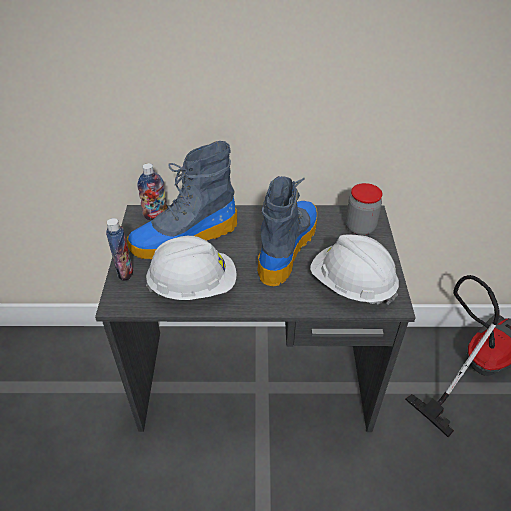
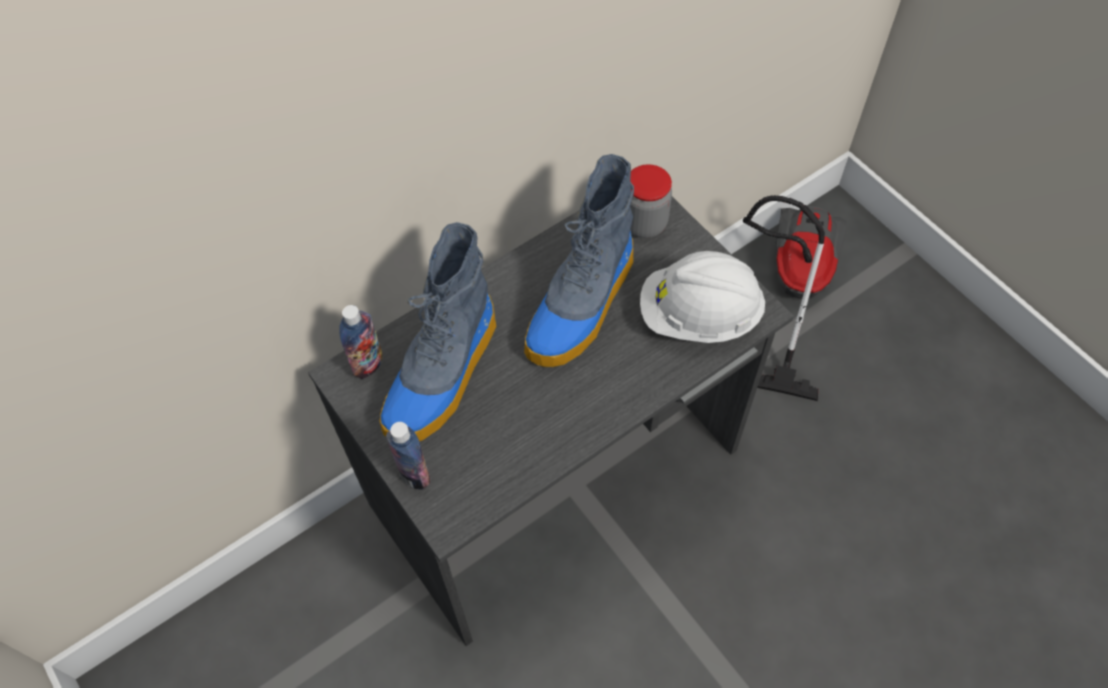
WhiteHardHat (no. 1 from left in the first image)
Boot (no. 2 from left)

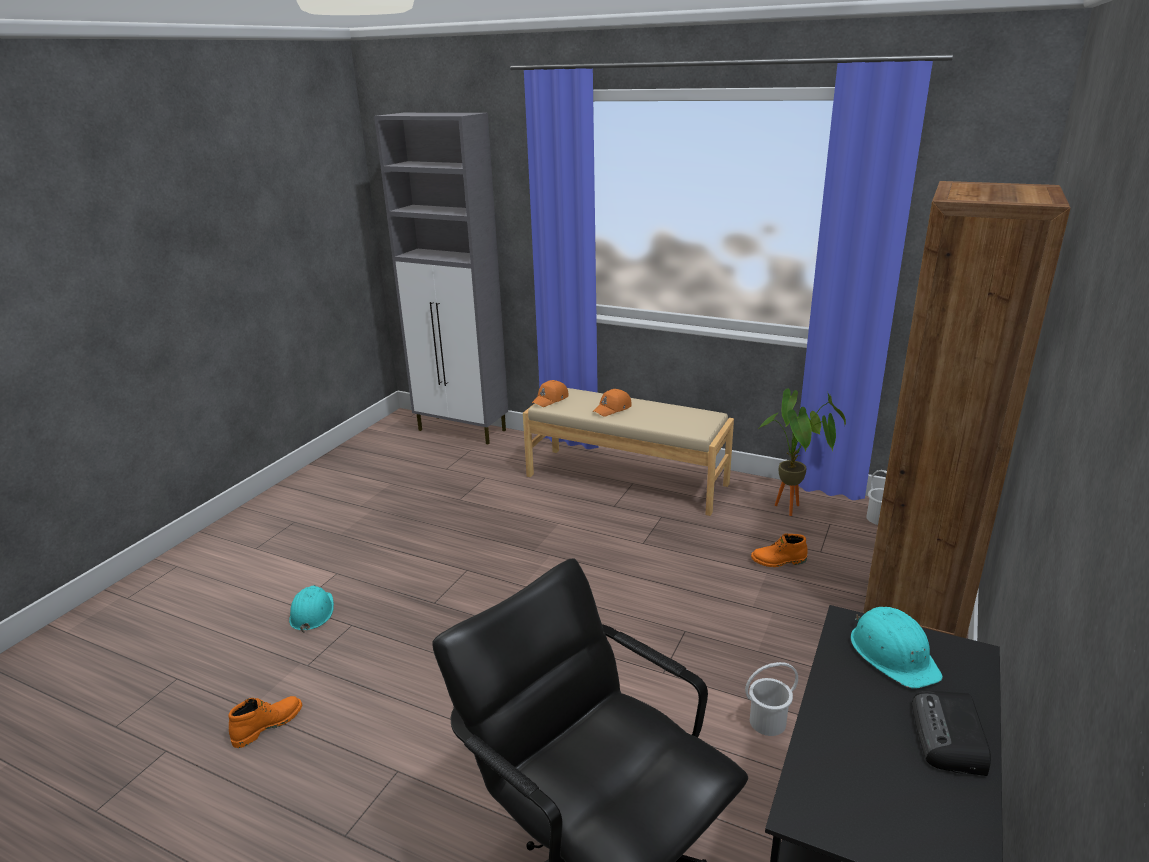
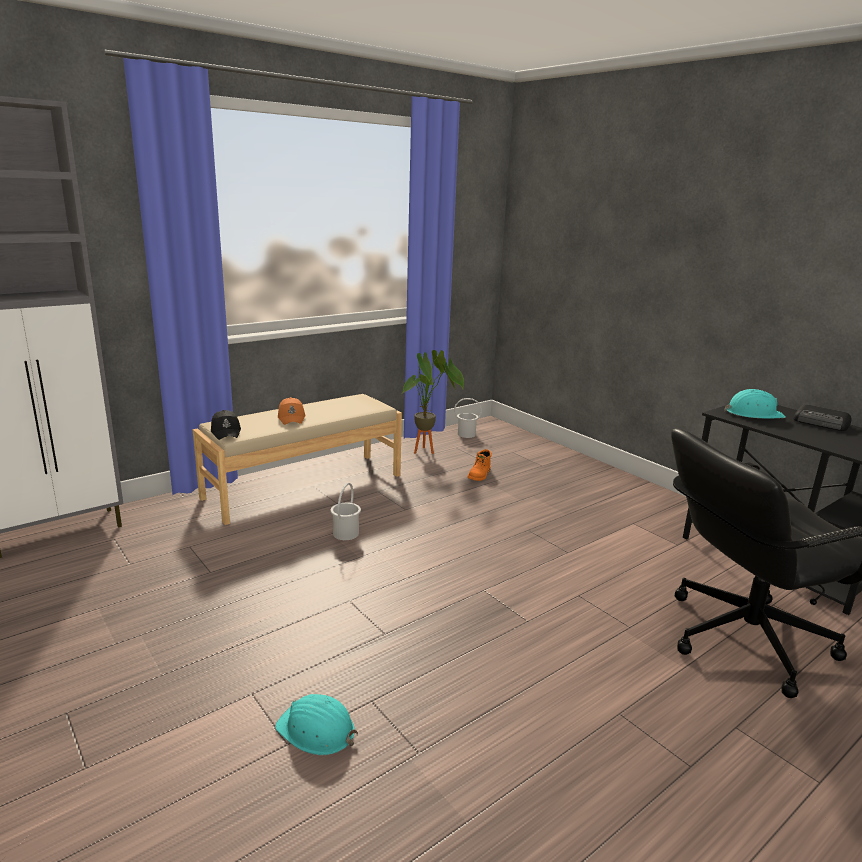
OrangeBoot (no. 1 from left in the first image)
BlackCap
WhiteBucket (no. 1 from left)
BrownBookcase

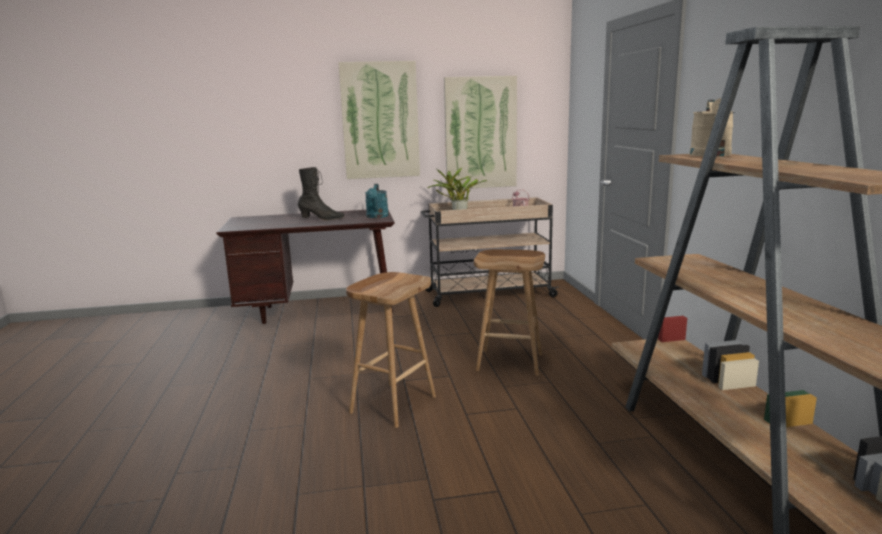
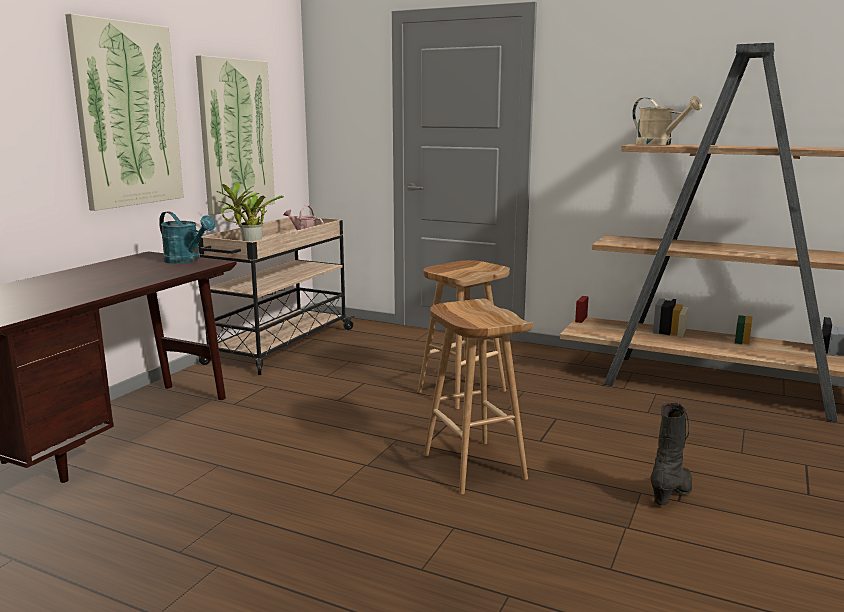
BlackBoot

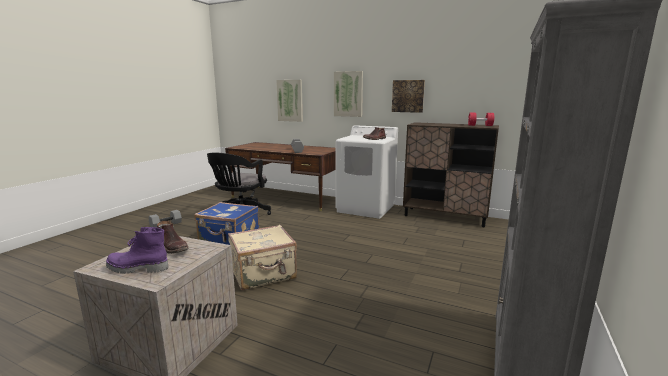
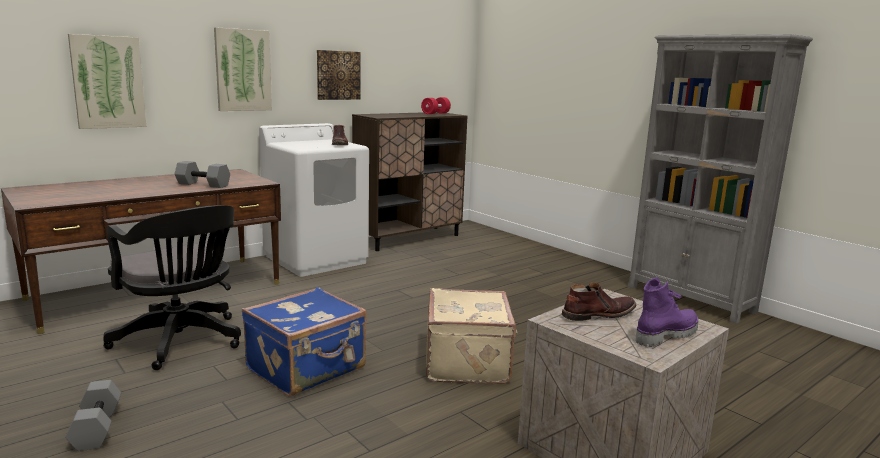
PurpleBoot

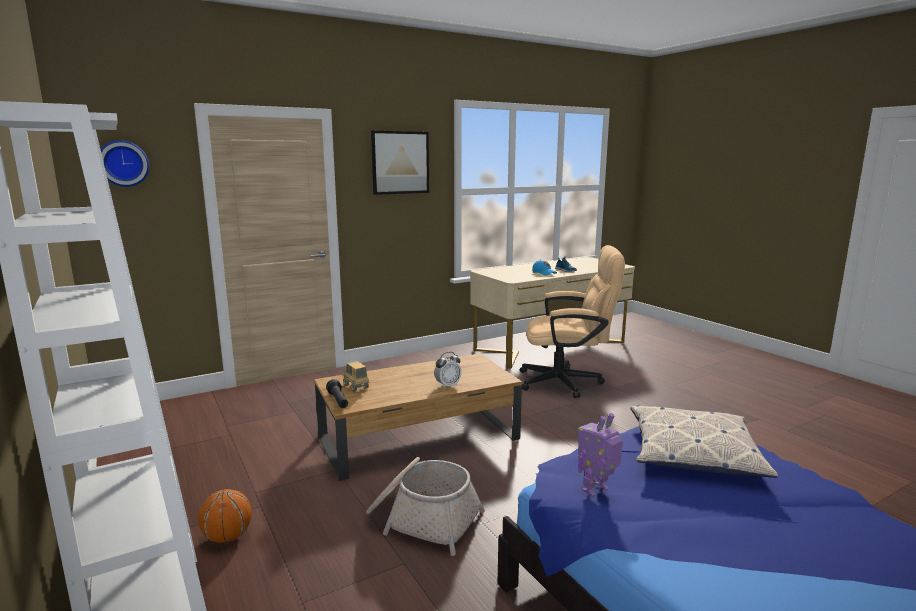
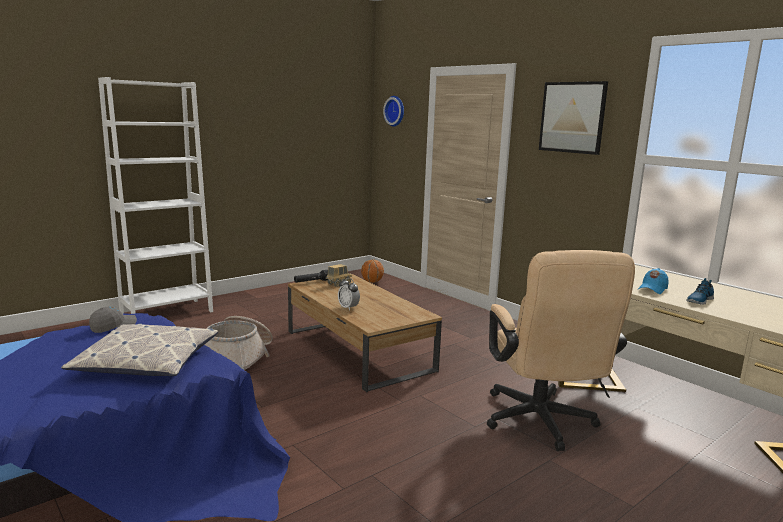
Basketball
GreyCap

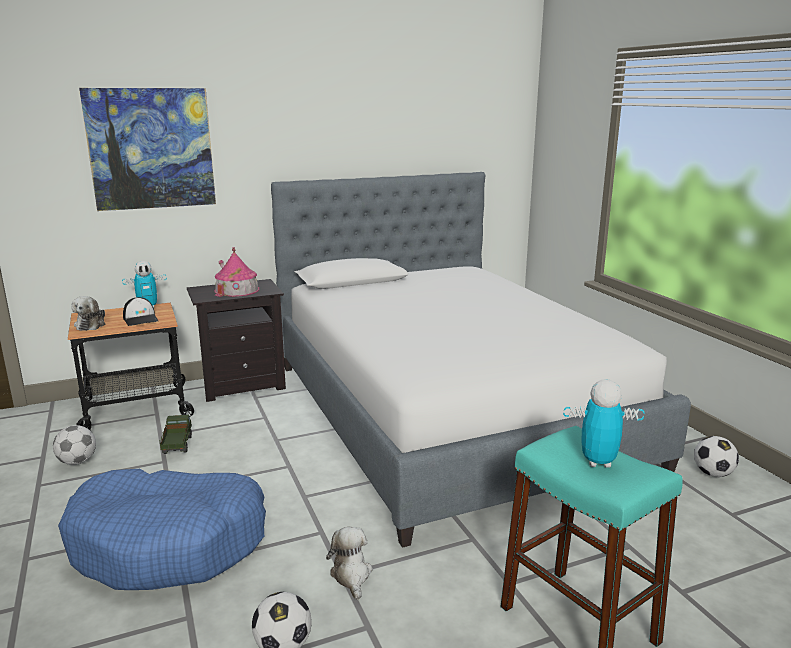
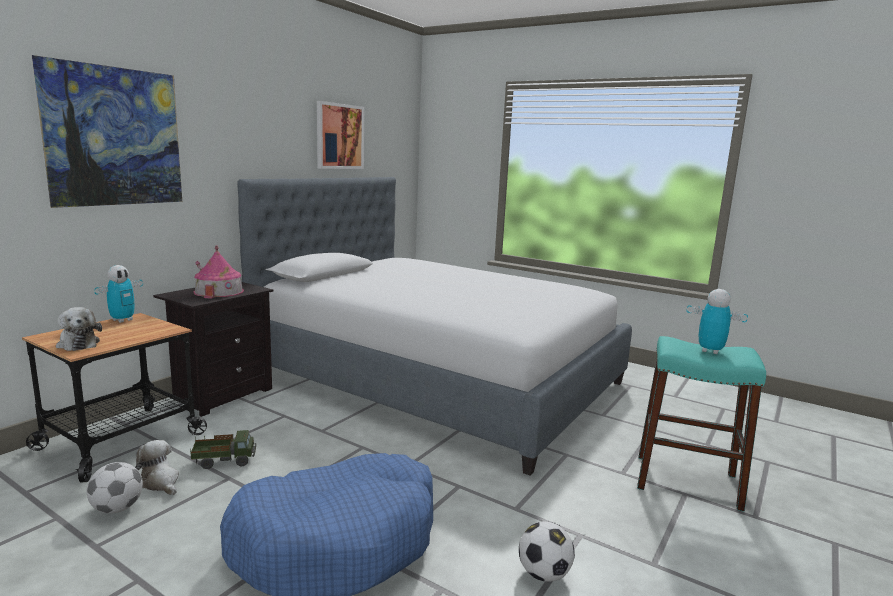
Cap
ToyTruck
PlushToy (no. 2 from left)
ToyRobot (no. 2 from left)
Football (no. 3 from left in the first image)
Picture (no. 2 from left)

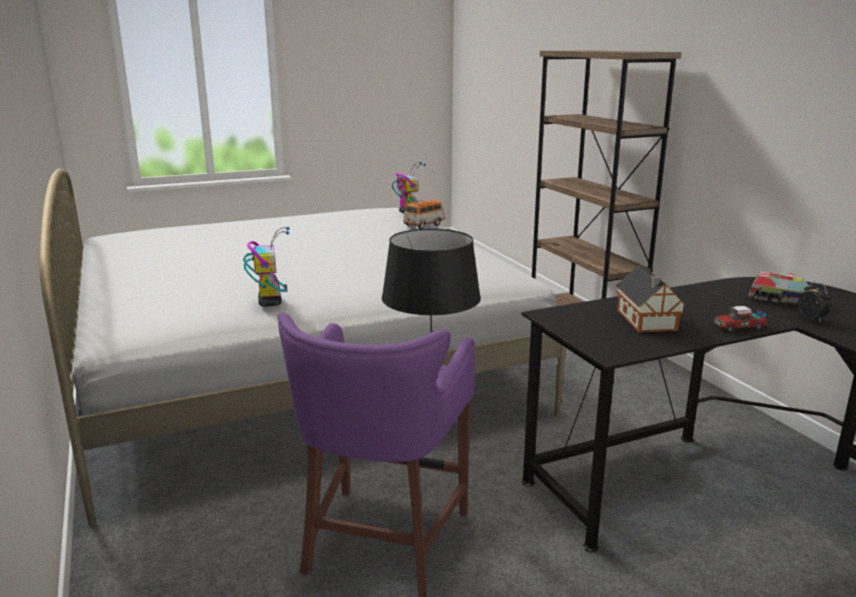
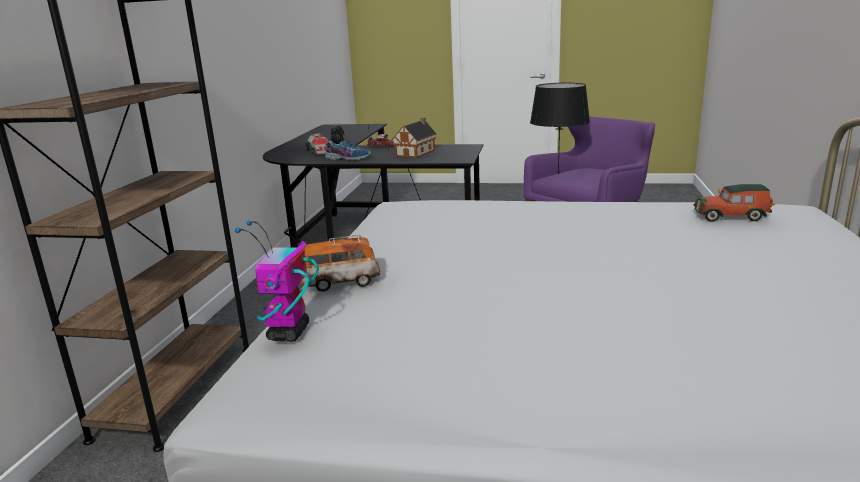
ToyRobot (no. 1 from left in the first image)
Shoe
ToyCar (no. 2 from left)

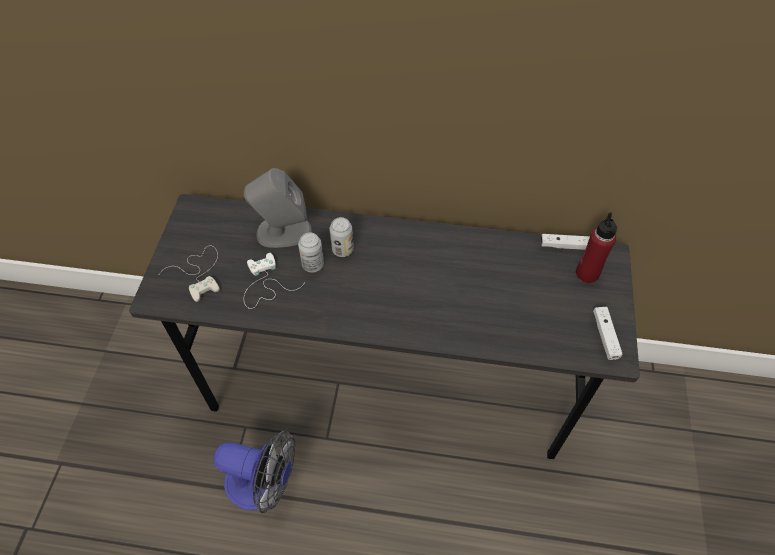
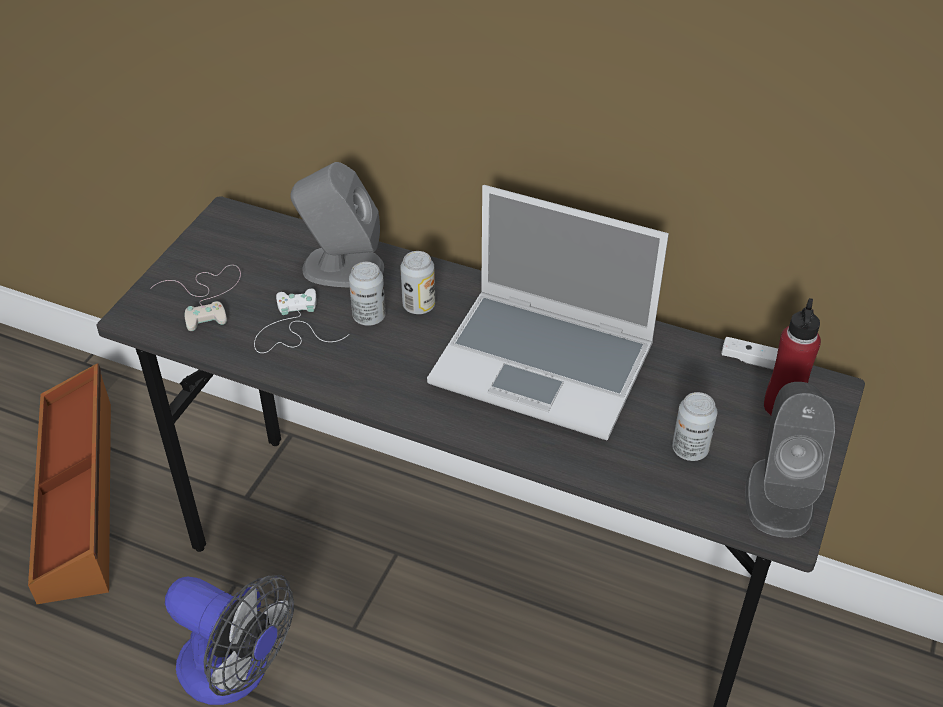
GreySpeaker (no. 2 from left)
BrownStorageBox
Laptop
Can (no. 3 from left)

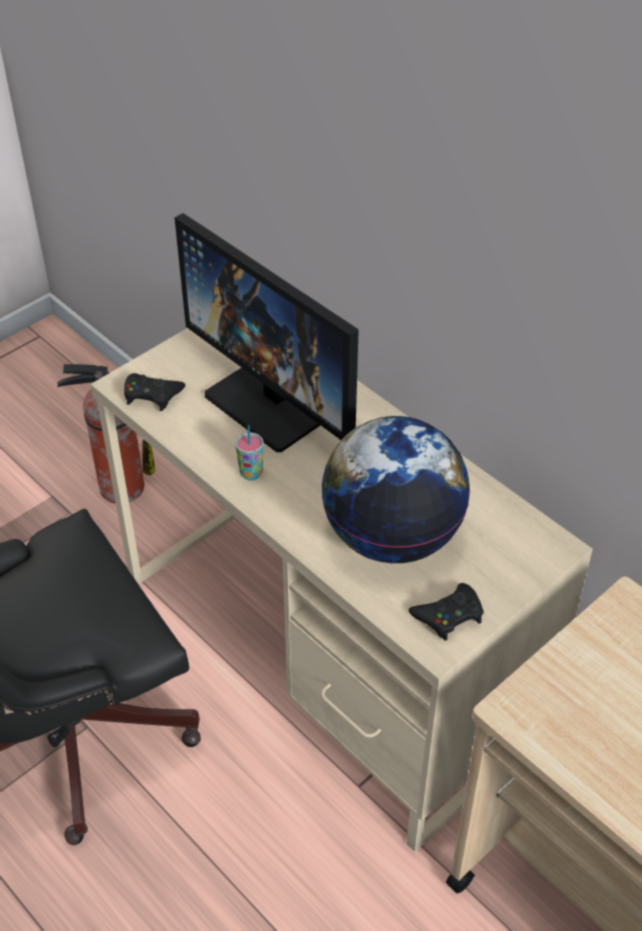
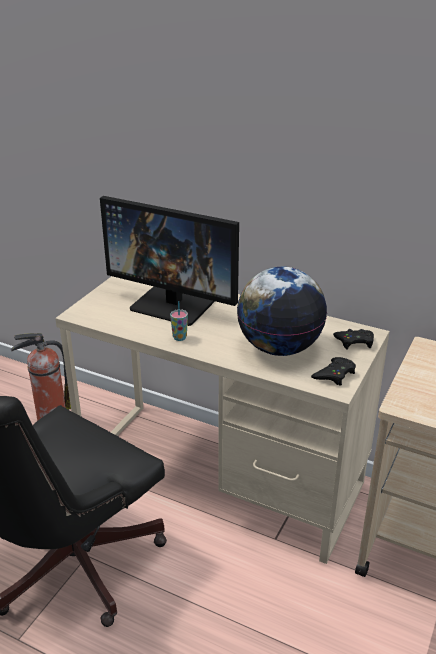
BlackGameController (no. 2 from left)

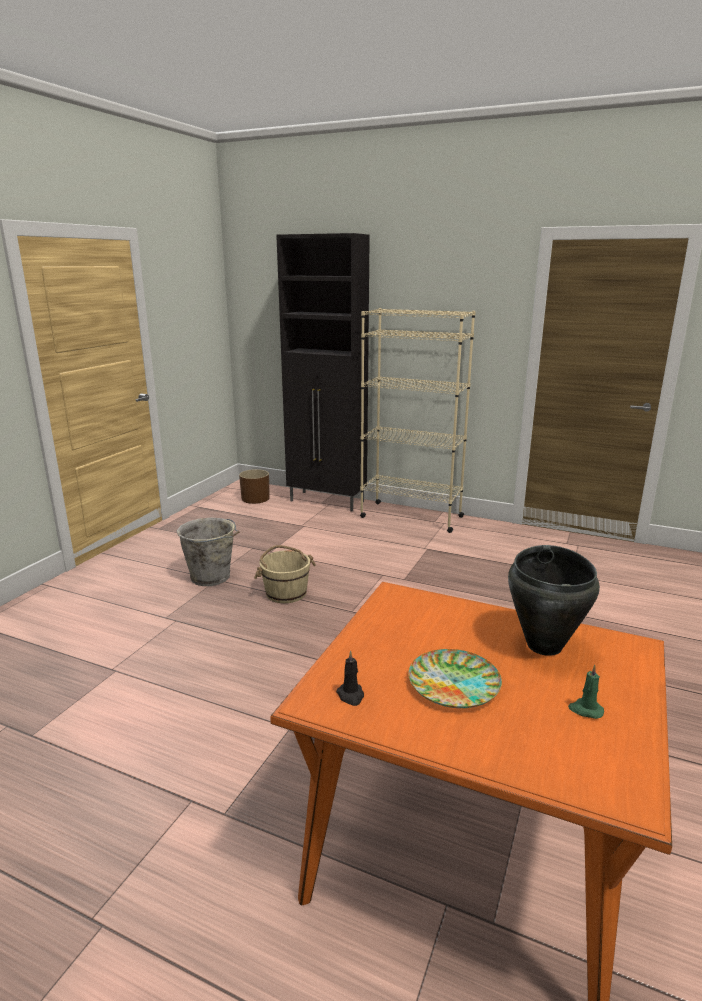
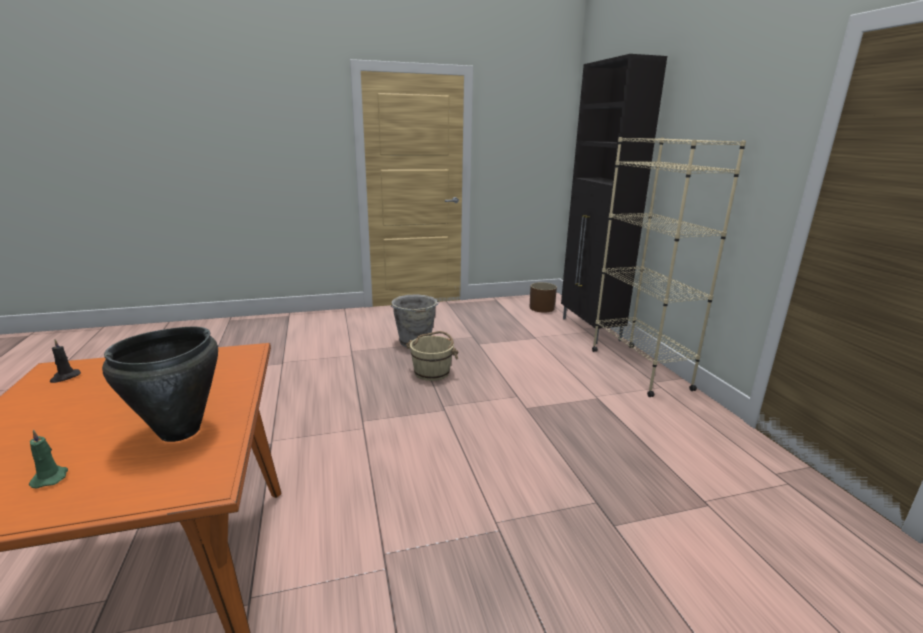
Plate

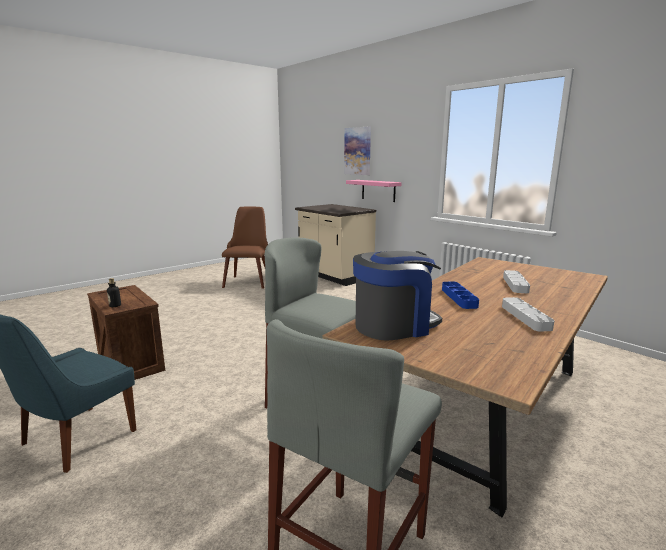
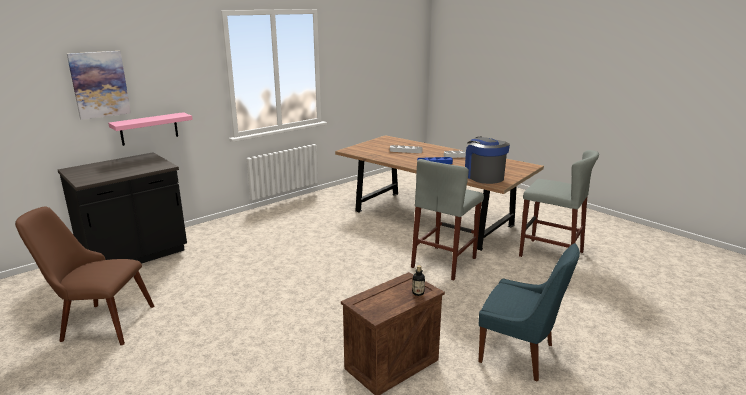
BlackCounter

